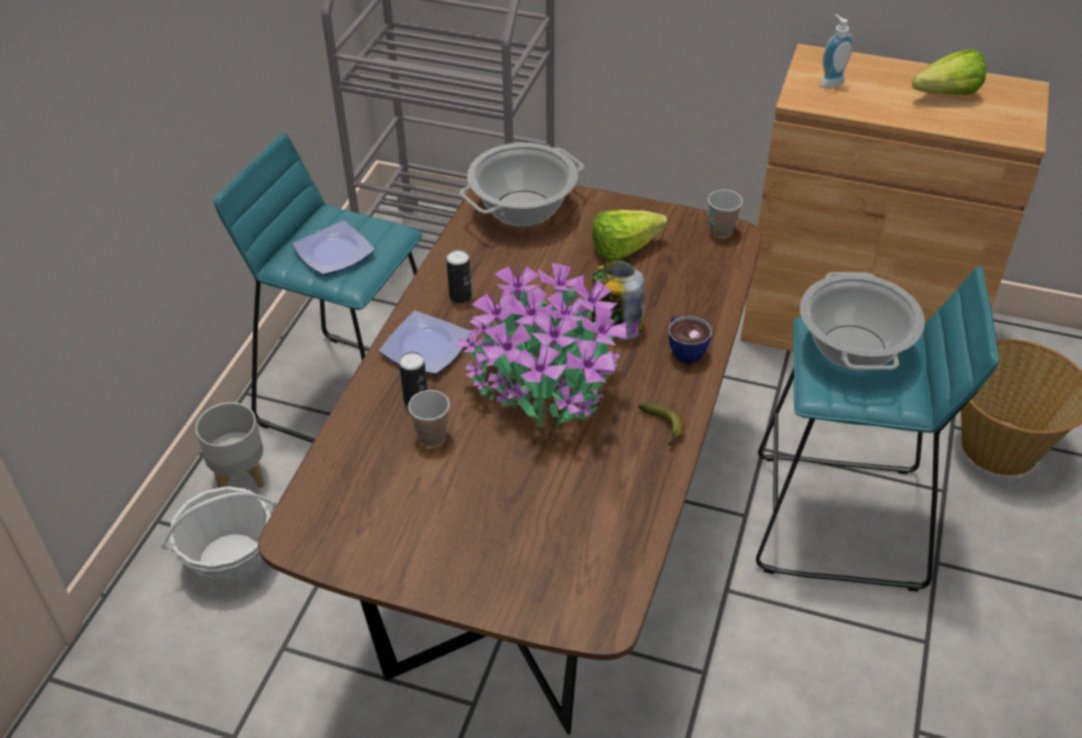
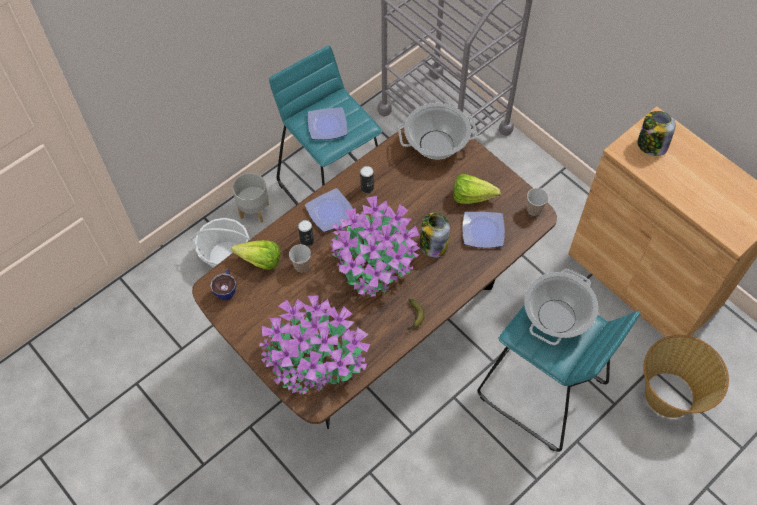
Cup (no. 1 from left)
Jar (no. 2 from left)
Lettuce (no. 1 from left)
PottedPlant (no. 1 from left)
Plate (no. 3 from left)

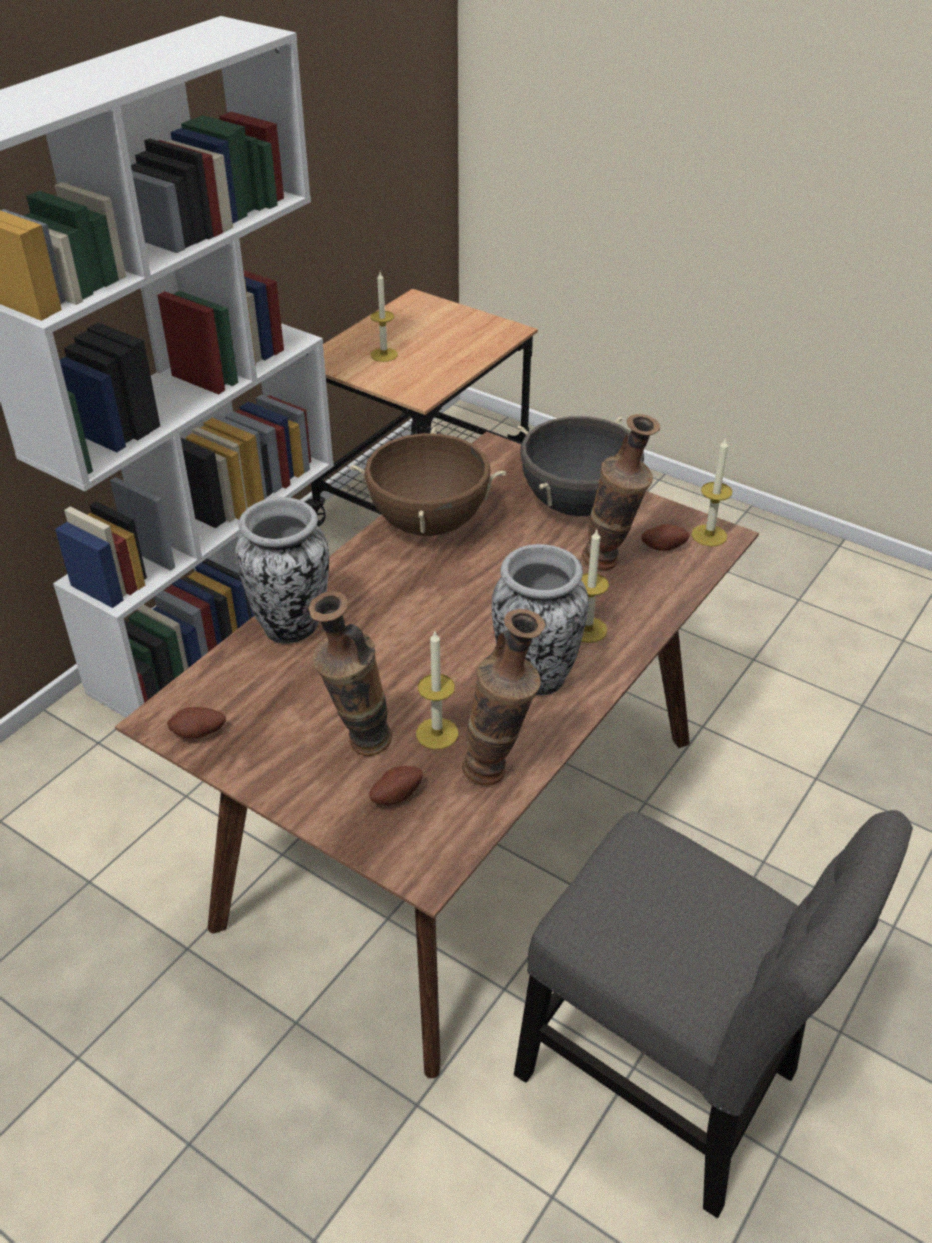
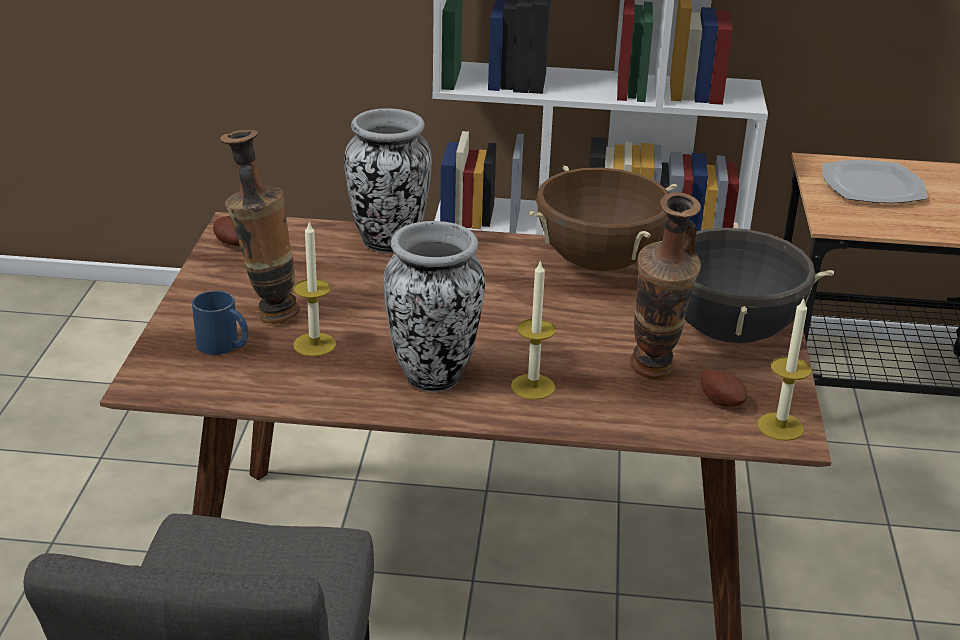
BlueMug
Plate
Vase (no. 3 from left in the first image)

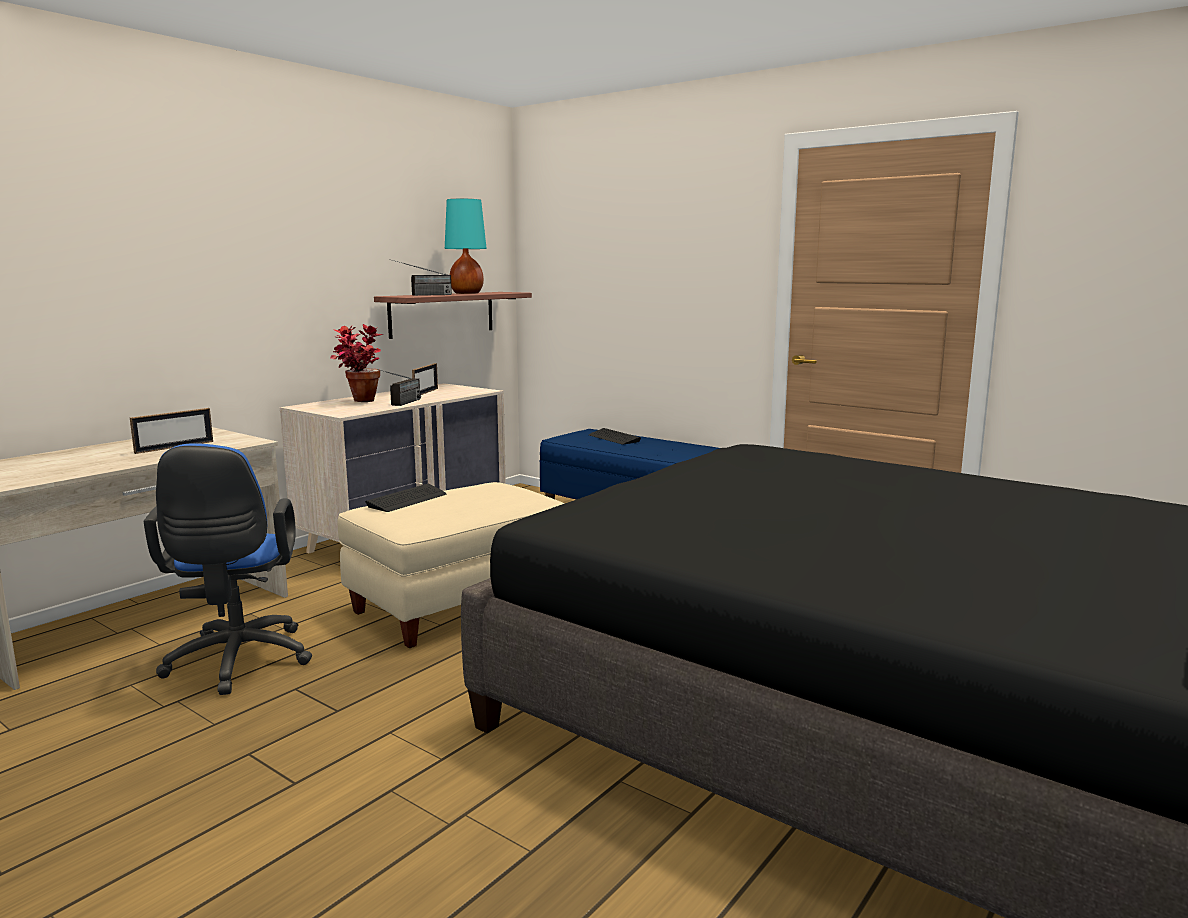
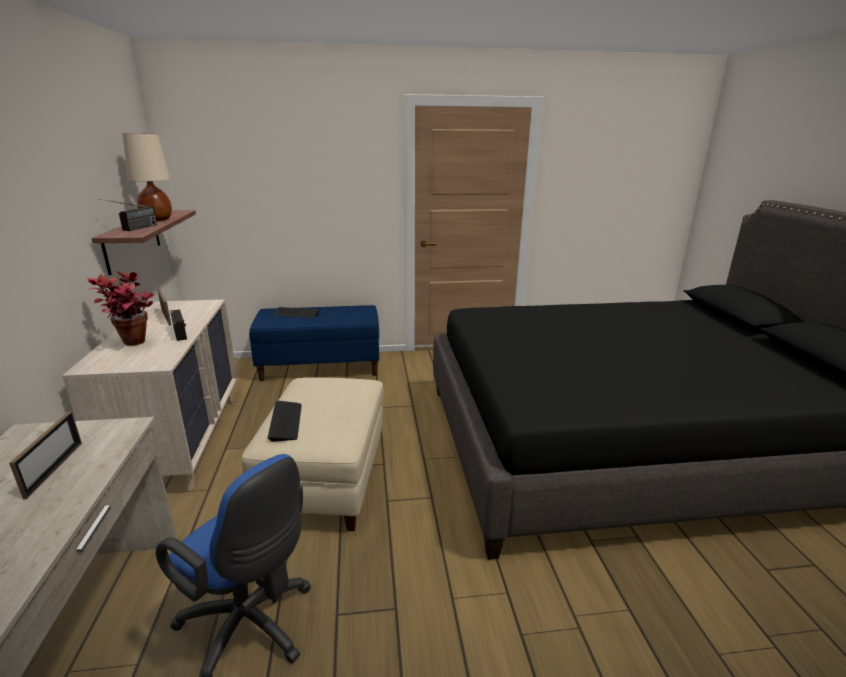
BeigeTableLamp

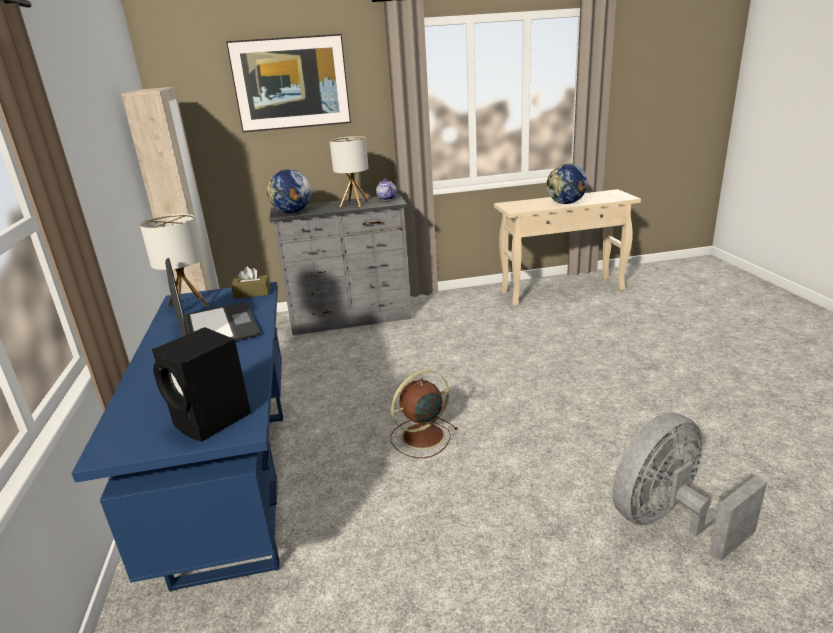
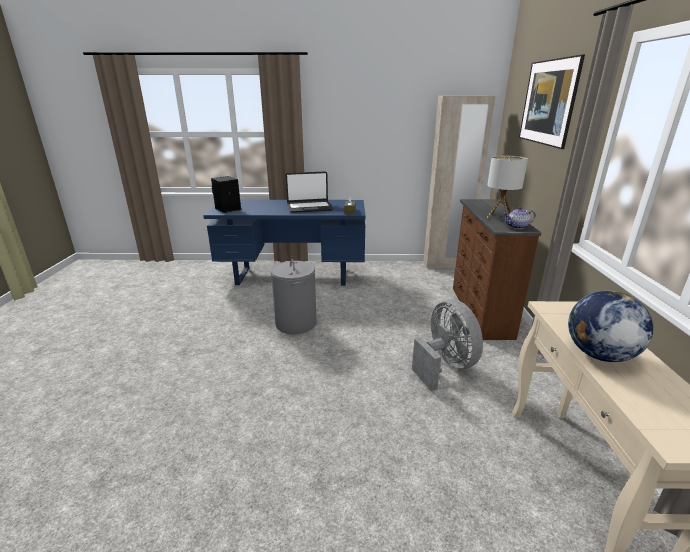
TableLamp (no. 1 from left in the first image)
Globe (no. 1 from left in the first image)
BrownDresser
GreyLaundryBasket
GreyFan

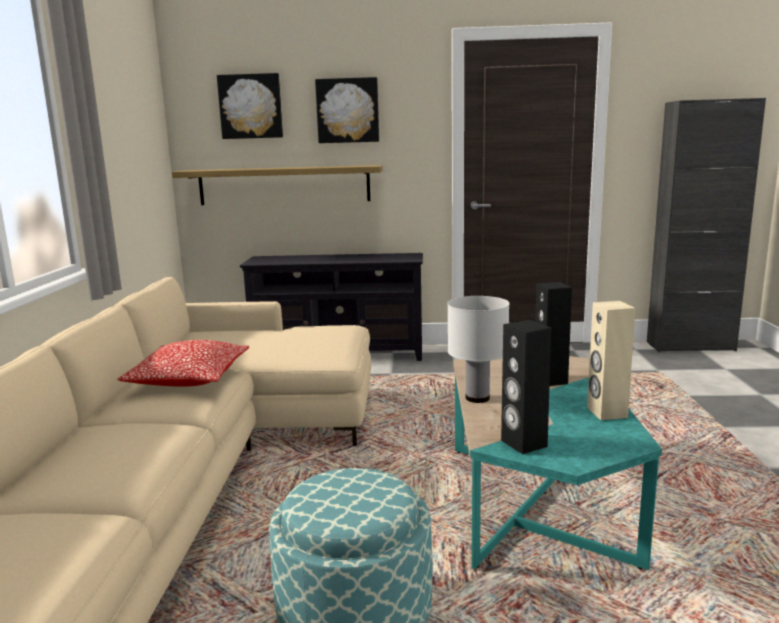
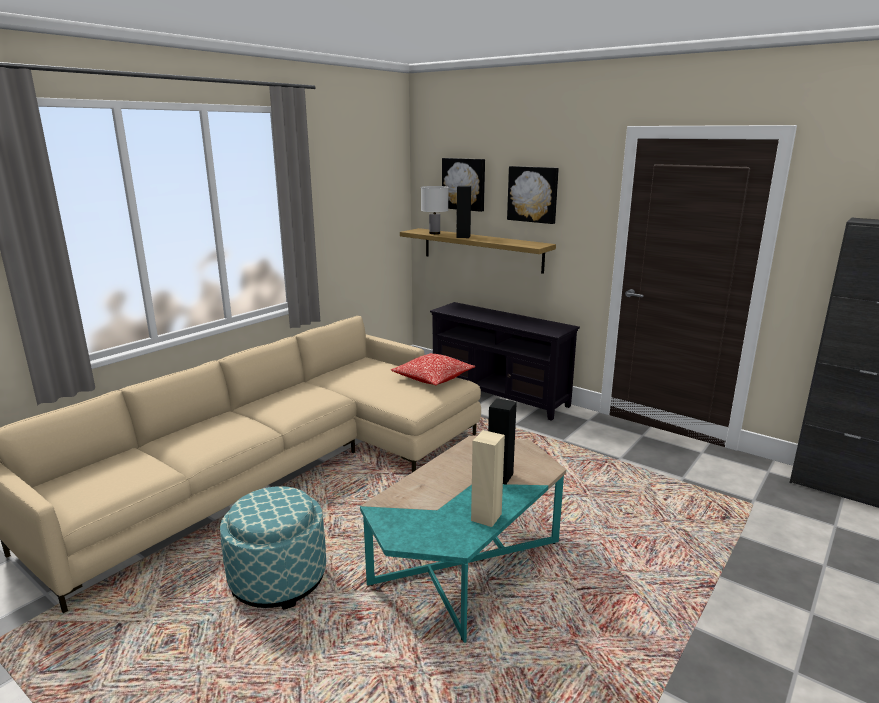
Pillow
WhiteTableLamp
BlackSpeaker (no. 1 from left)

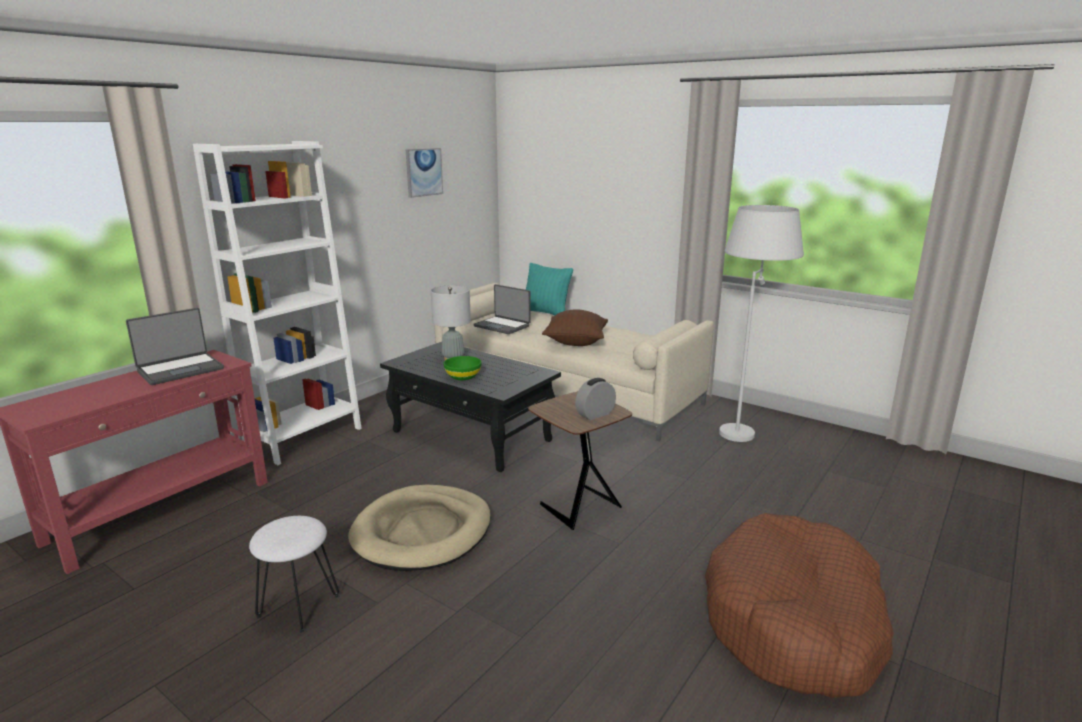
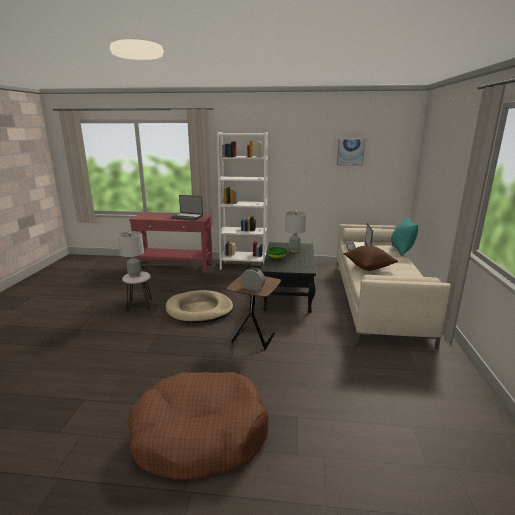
WhiteFloorLamp
GreyTableLamp (no. 1 from left)

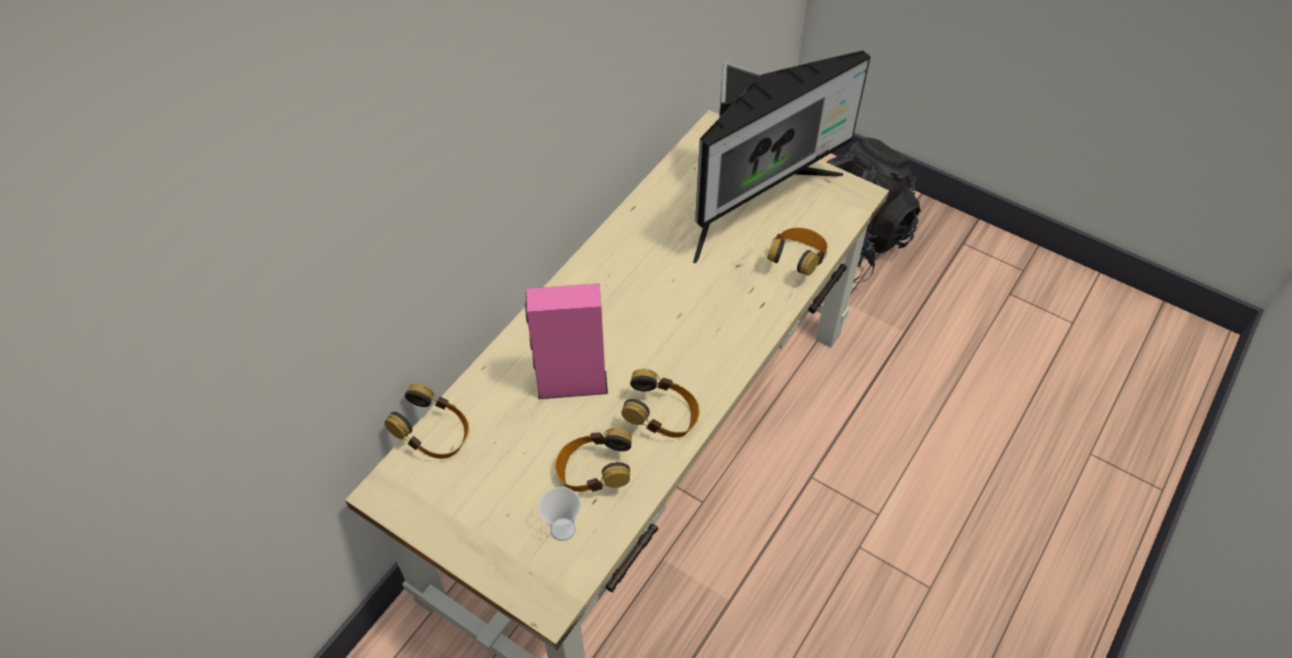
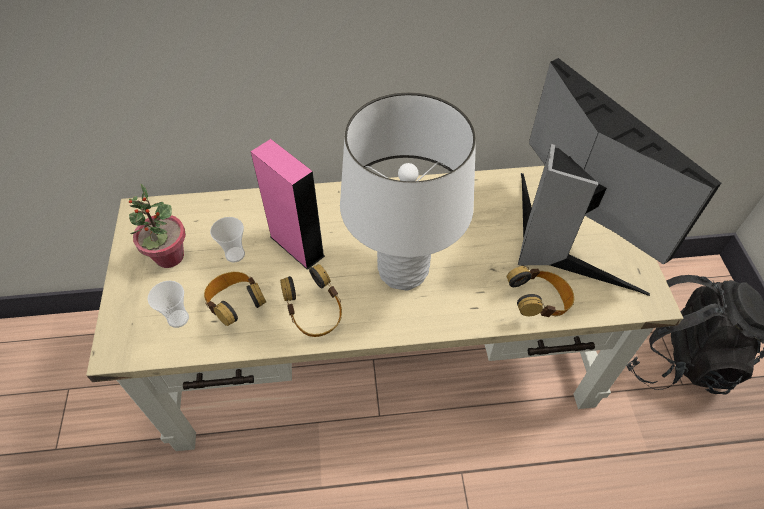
Headphones (no. 1 from left in the first image)
Monitor
PottedPlant
Cup (no. 2 from left)
WhiteTableLamp

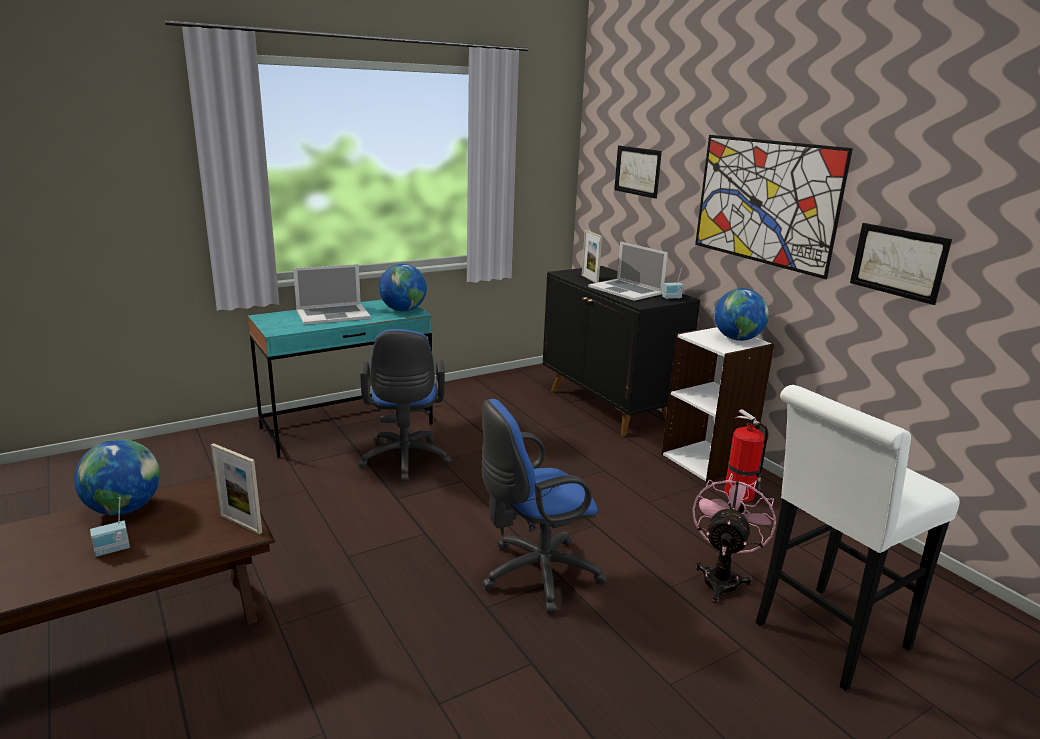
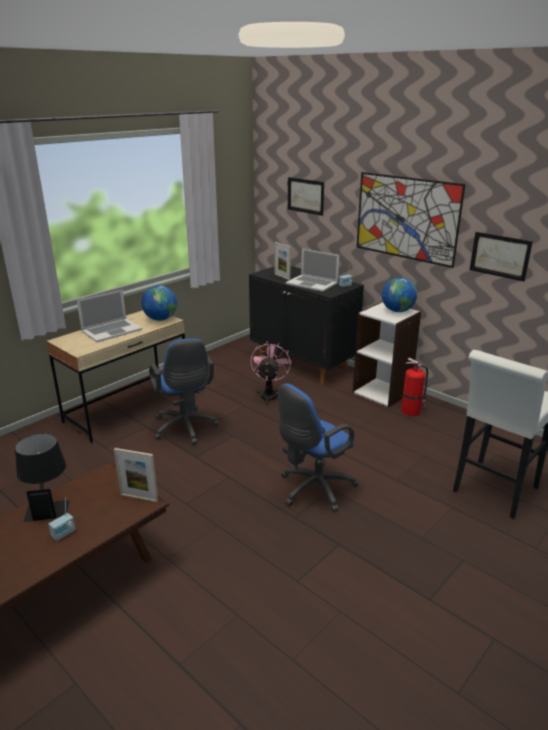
BlackTableLamp
BeigeDesk
PinkFan

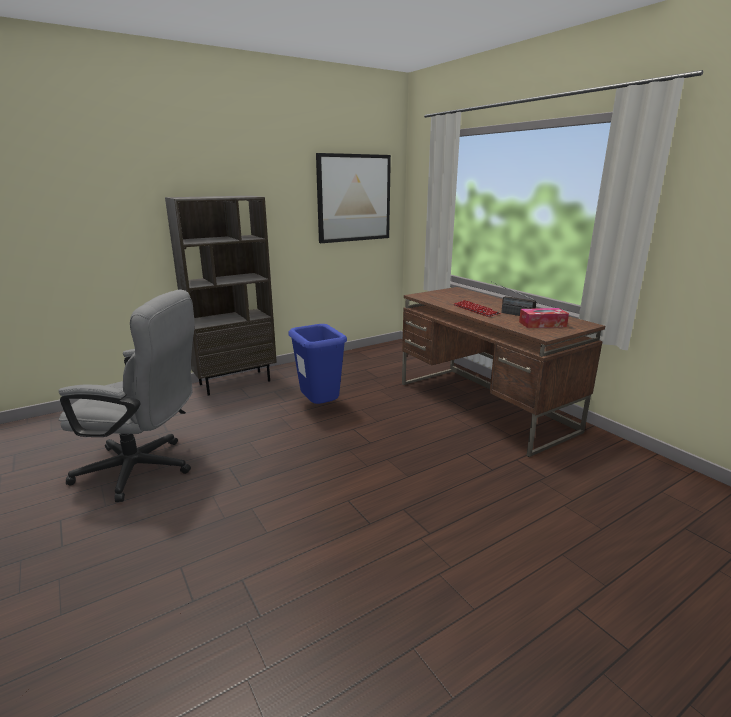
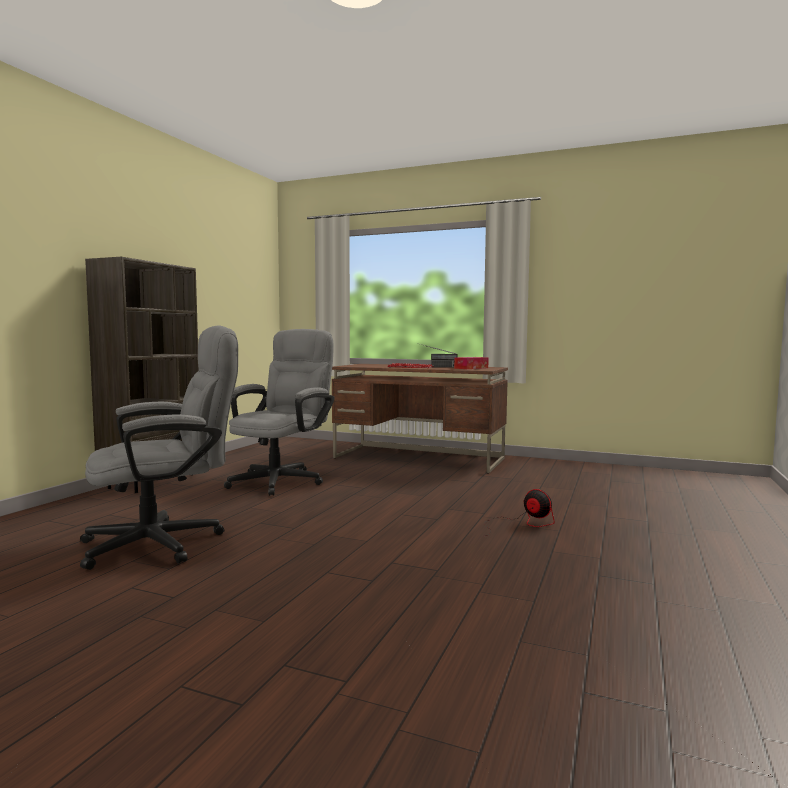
GreyOfficeChair (no. 2 from left)
Picture
Fan

